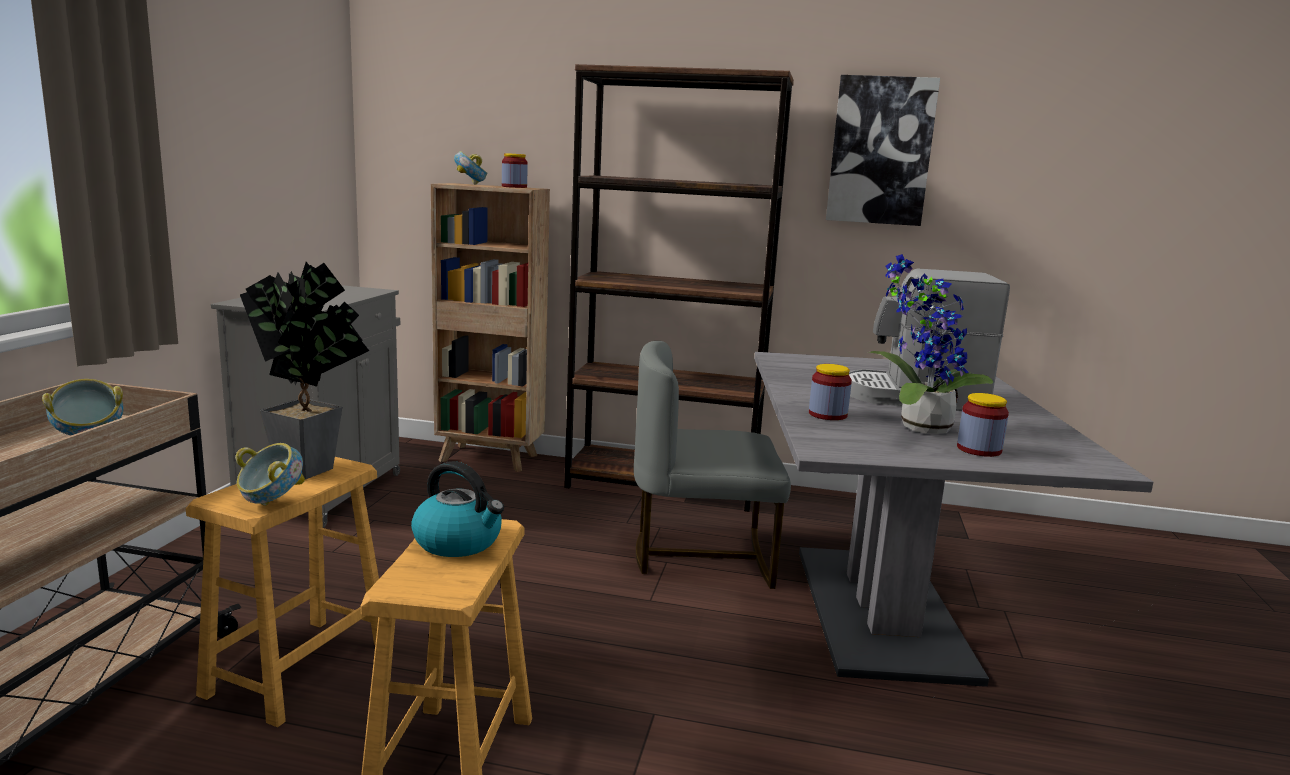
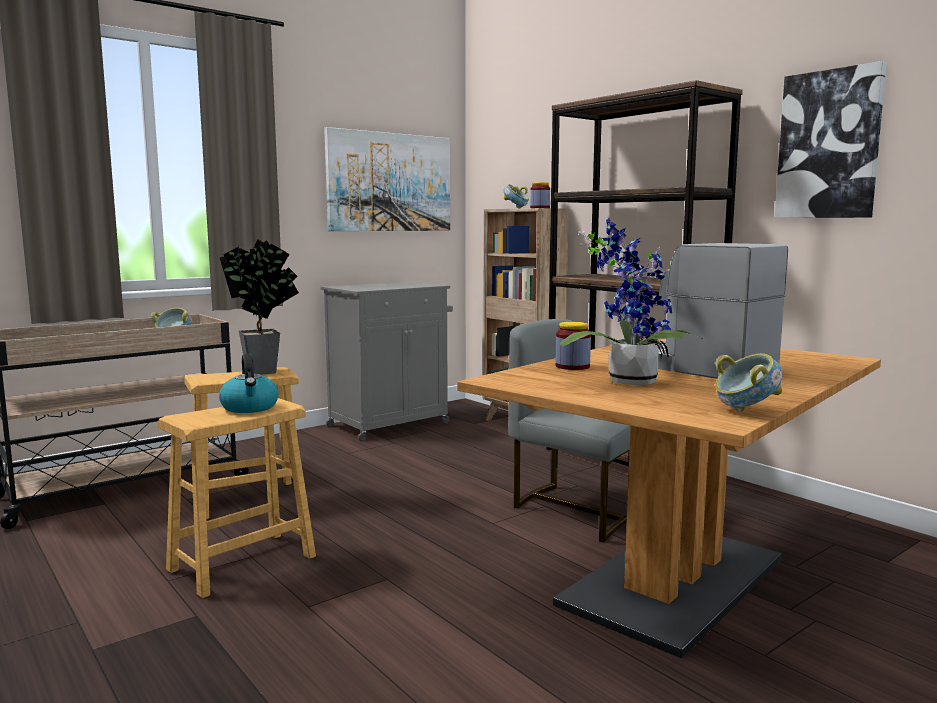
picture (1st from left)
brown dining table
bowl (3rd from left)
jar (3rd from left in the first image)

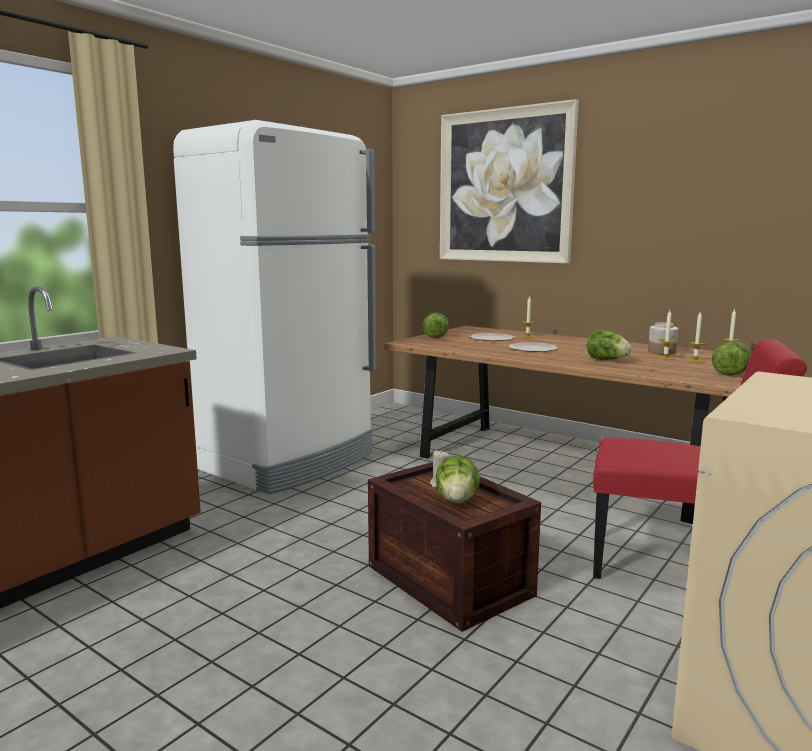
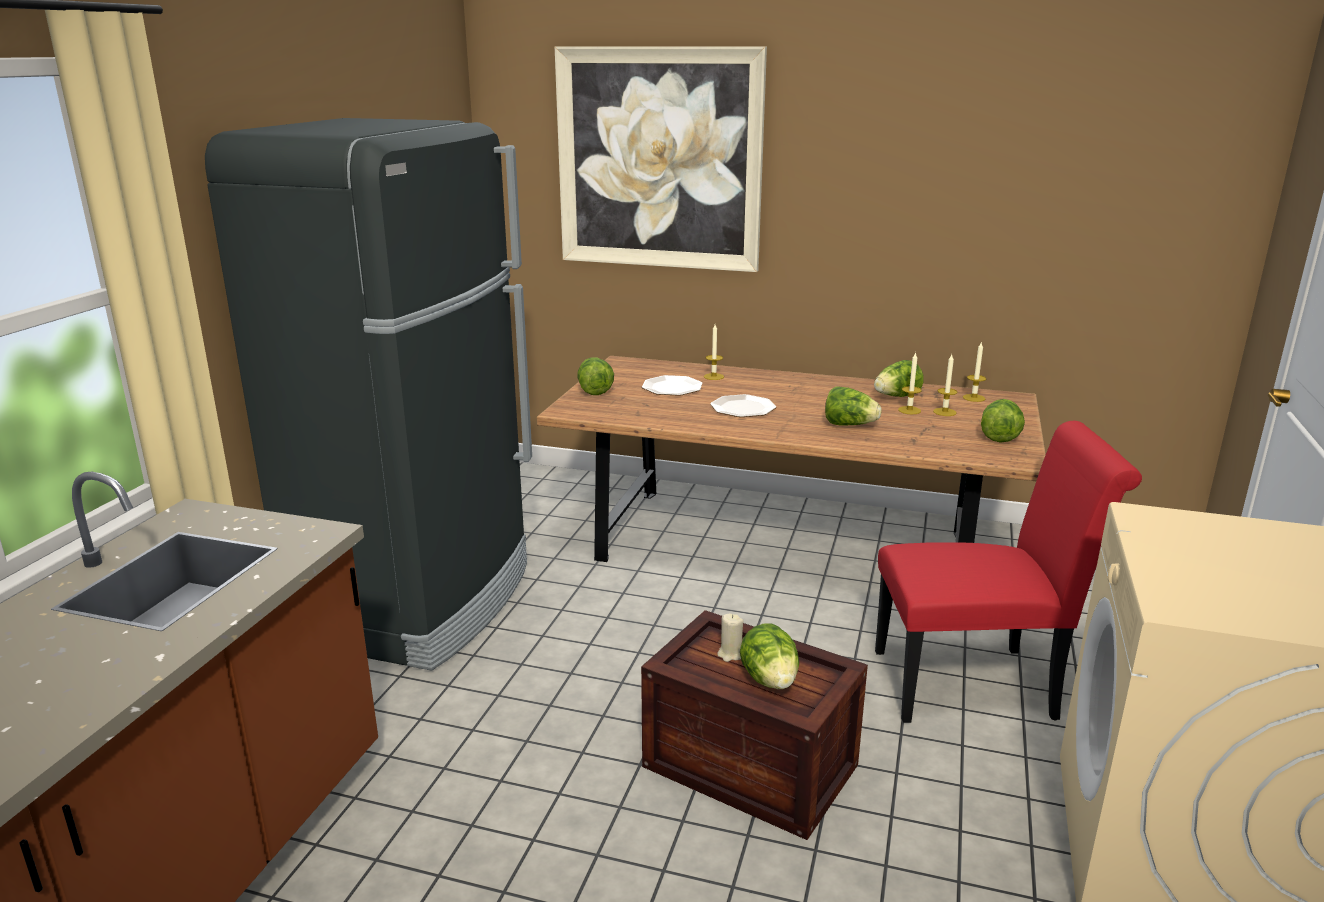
black fridge
lettuce (4th from left)

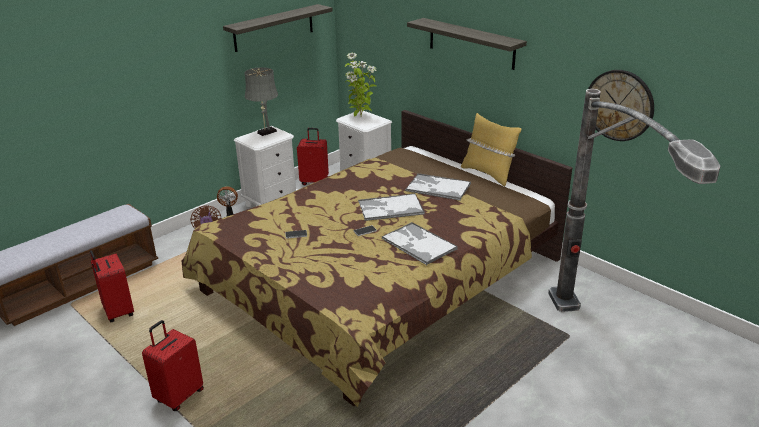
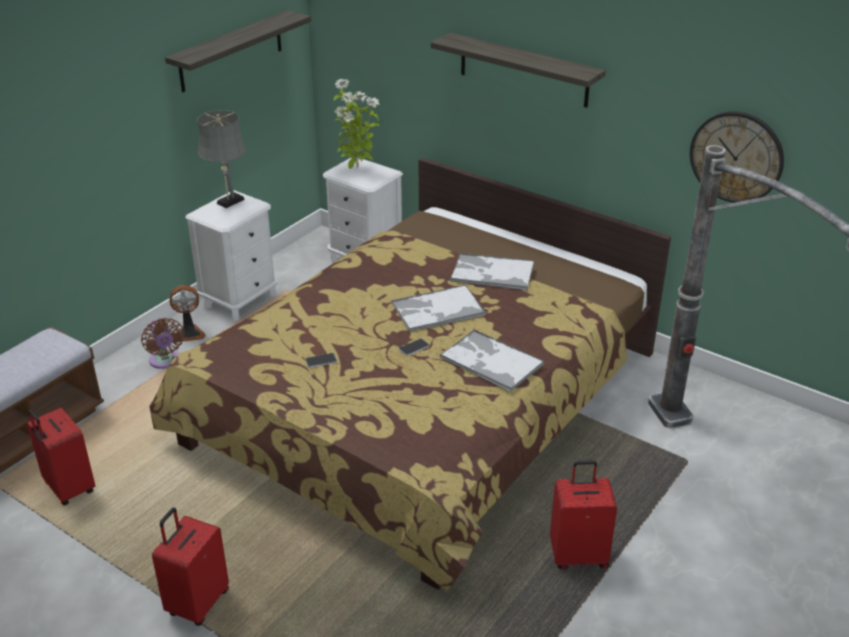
red suitcase (3rd from left)
yellow pillow

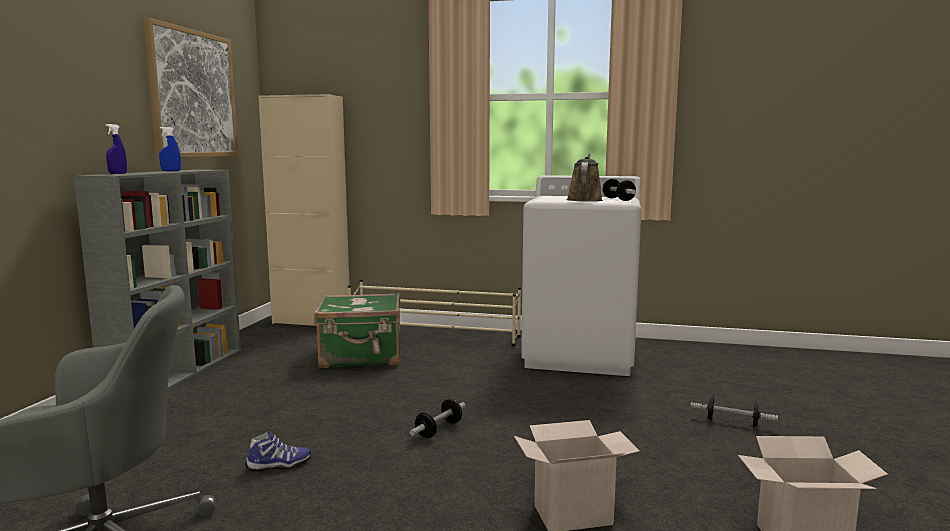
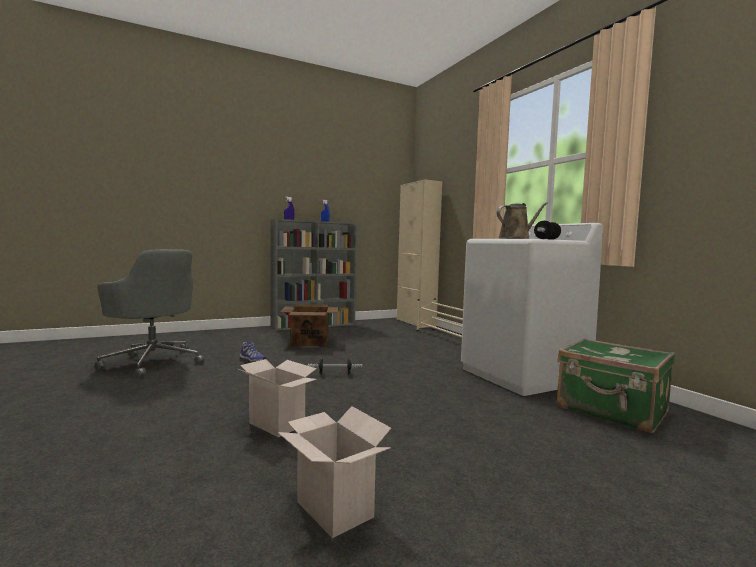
cardboard box (2nd from left)
green suitcase
picture
dumbbell (3rd from left in the first image)

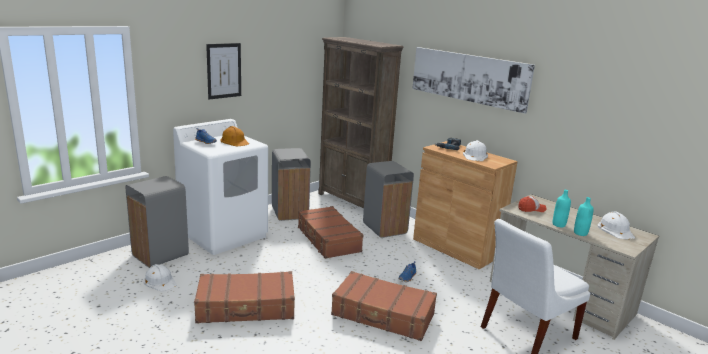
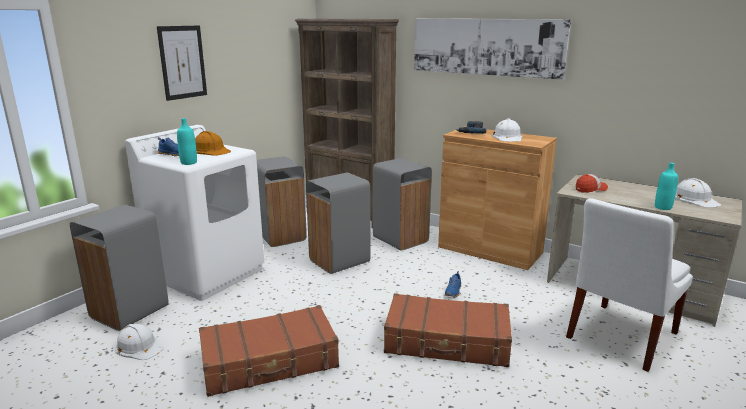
turquoise bottle (1st from left)
grey trash can (3rd from left)

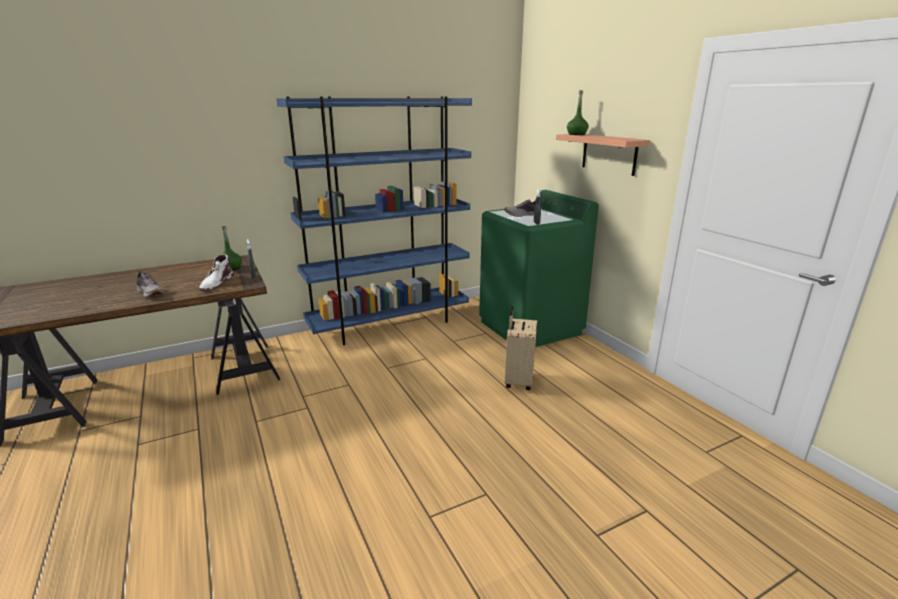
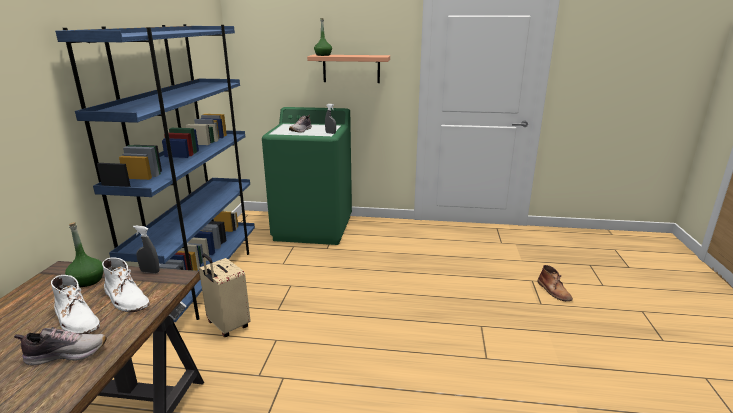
white boot (1st from left)
beige suitcase
brown boot

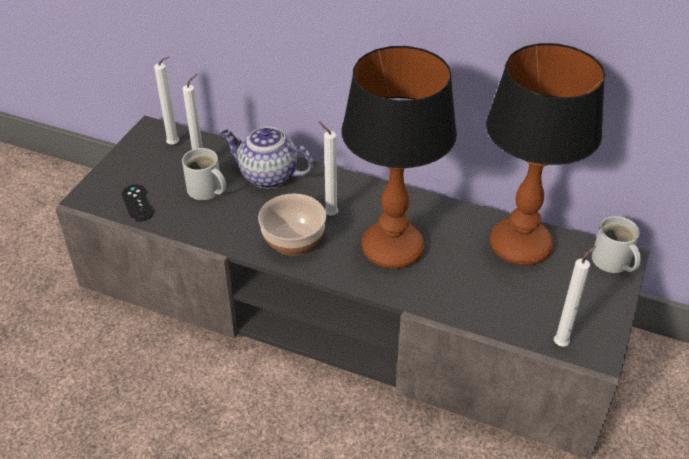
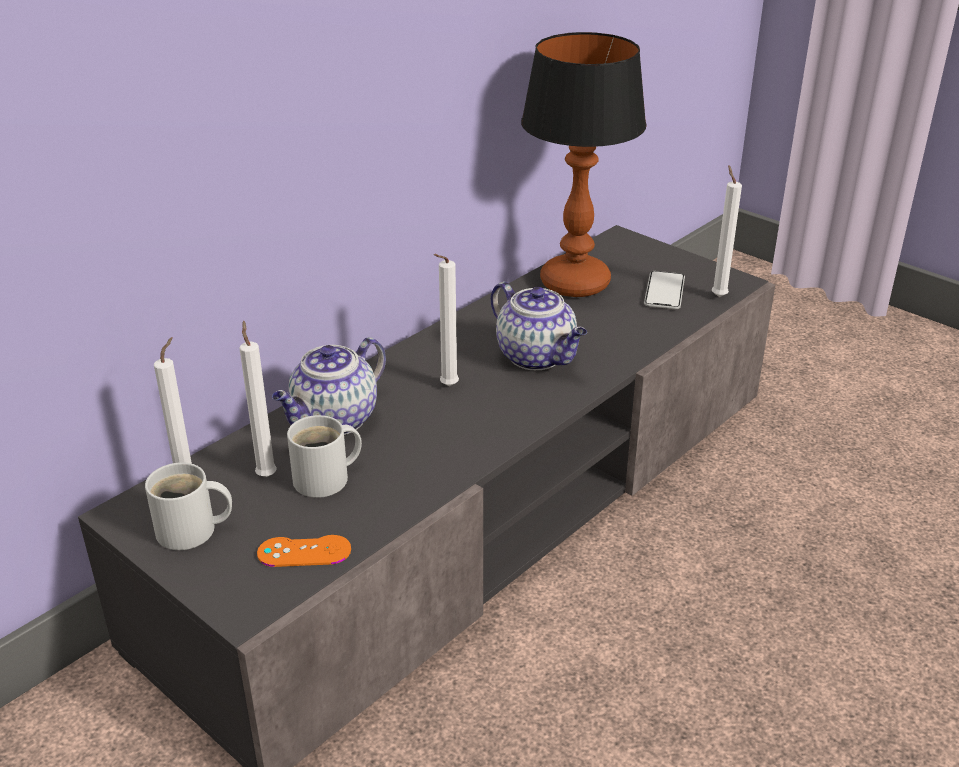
white mug (1st from left)
orange game controller
teapot (2nd from left)
phone
bowl

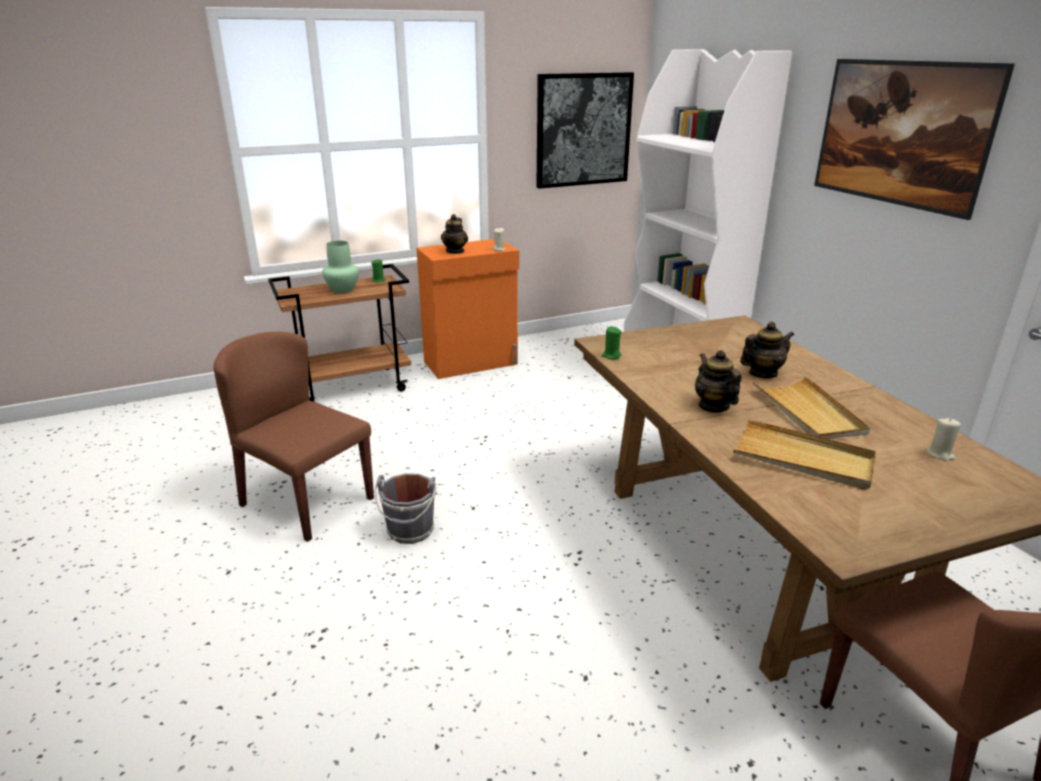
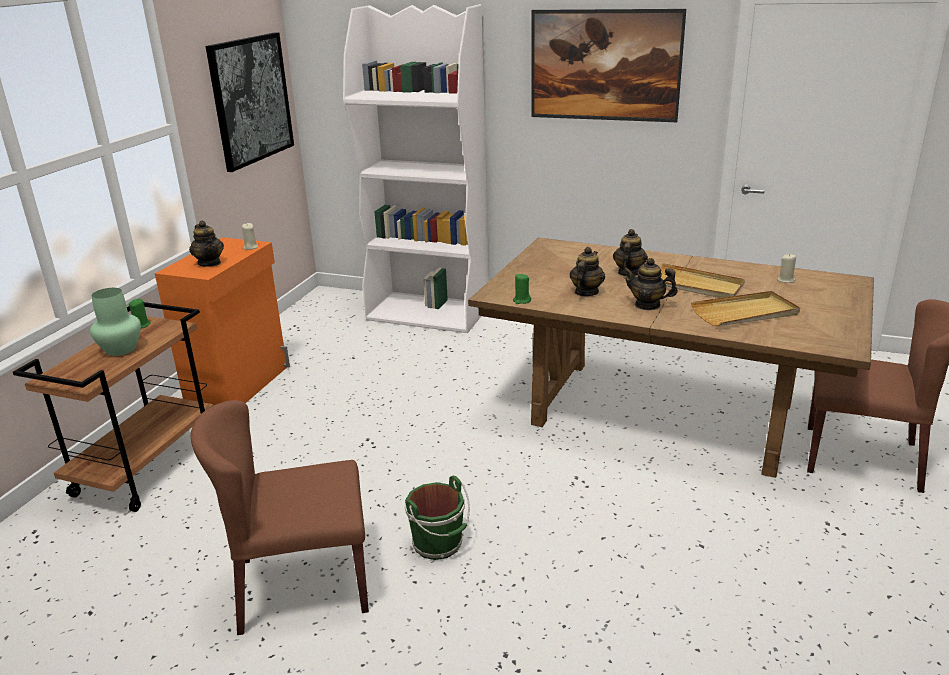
green bucket
teapot (2nd from left)

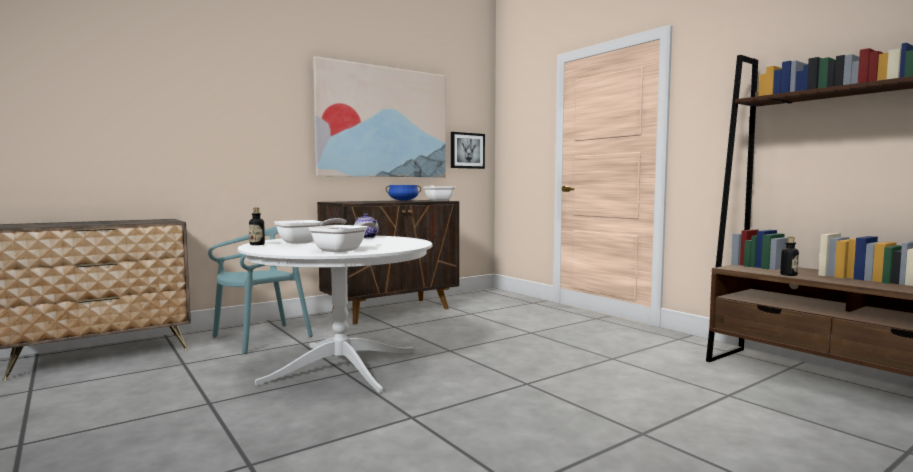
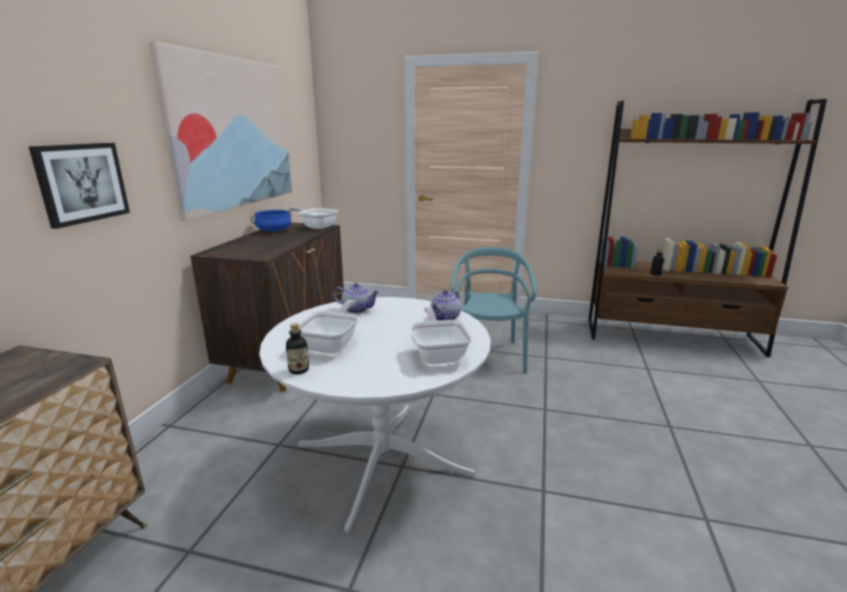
picture (1st from left)
teapot (2nd from left)
turquoise chair

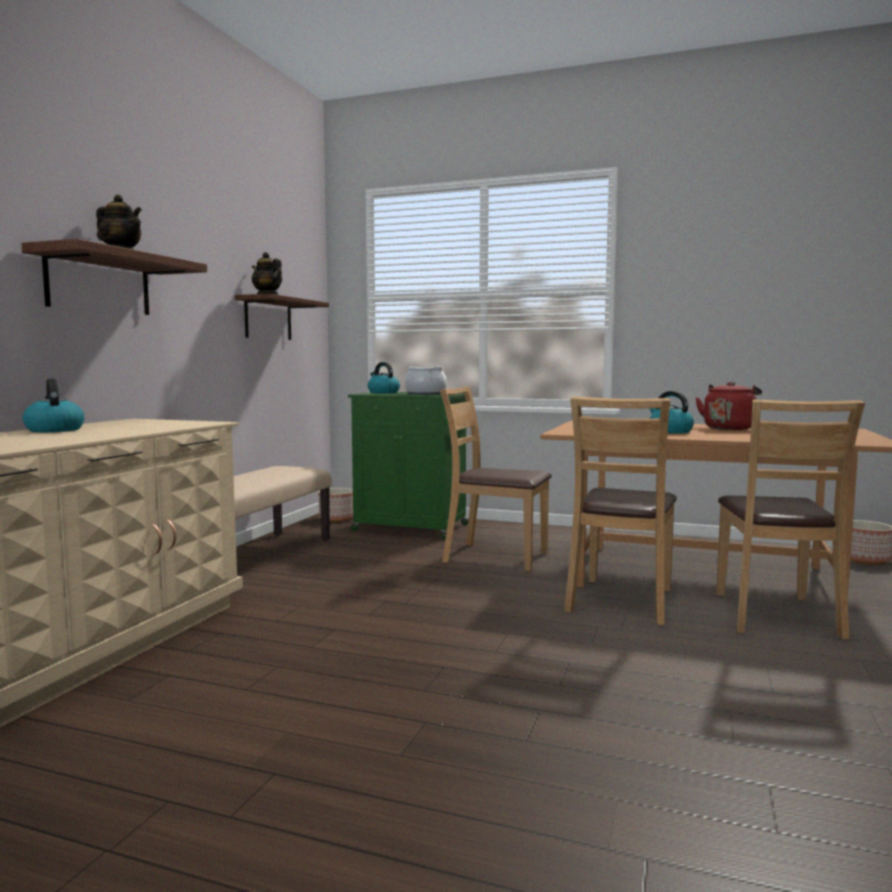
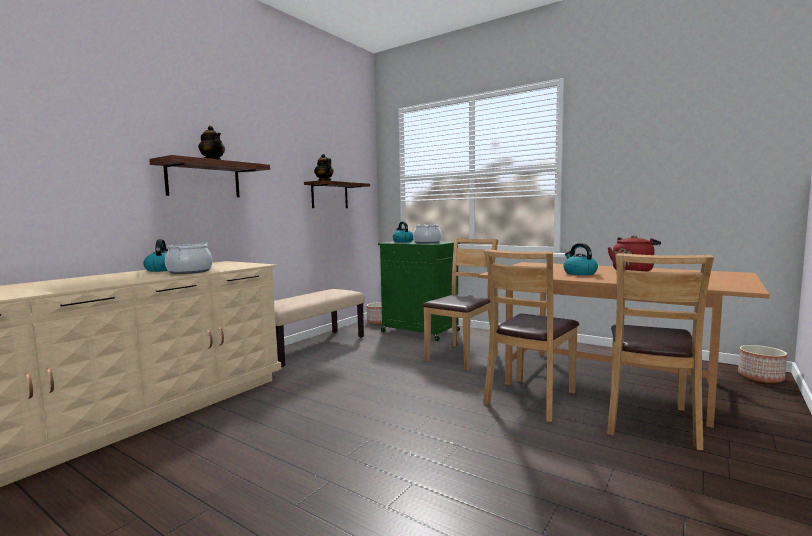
cooking pot (1st from left)
brown chair (1st from left)

